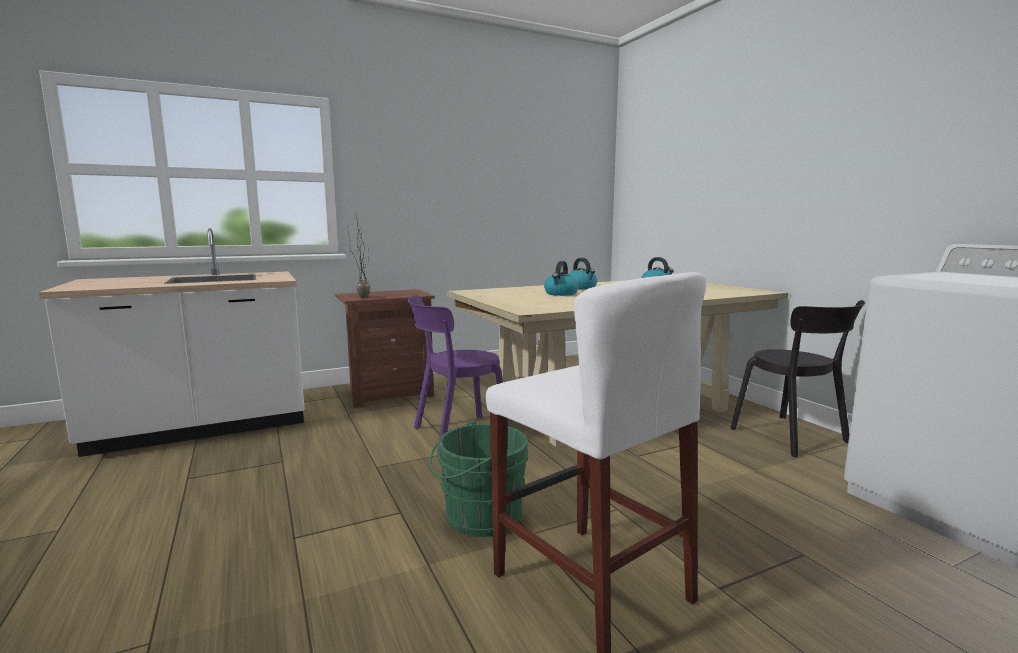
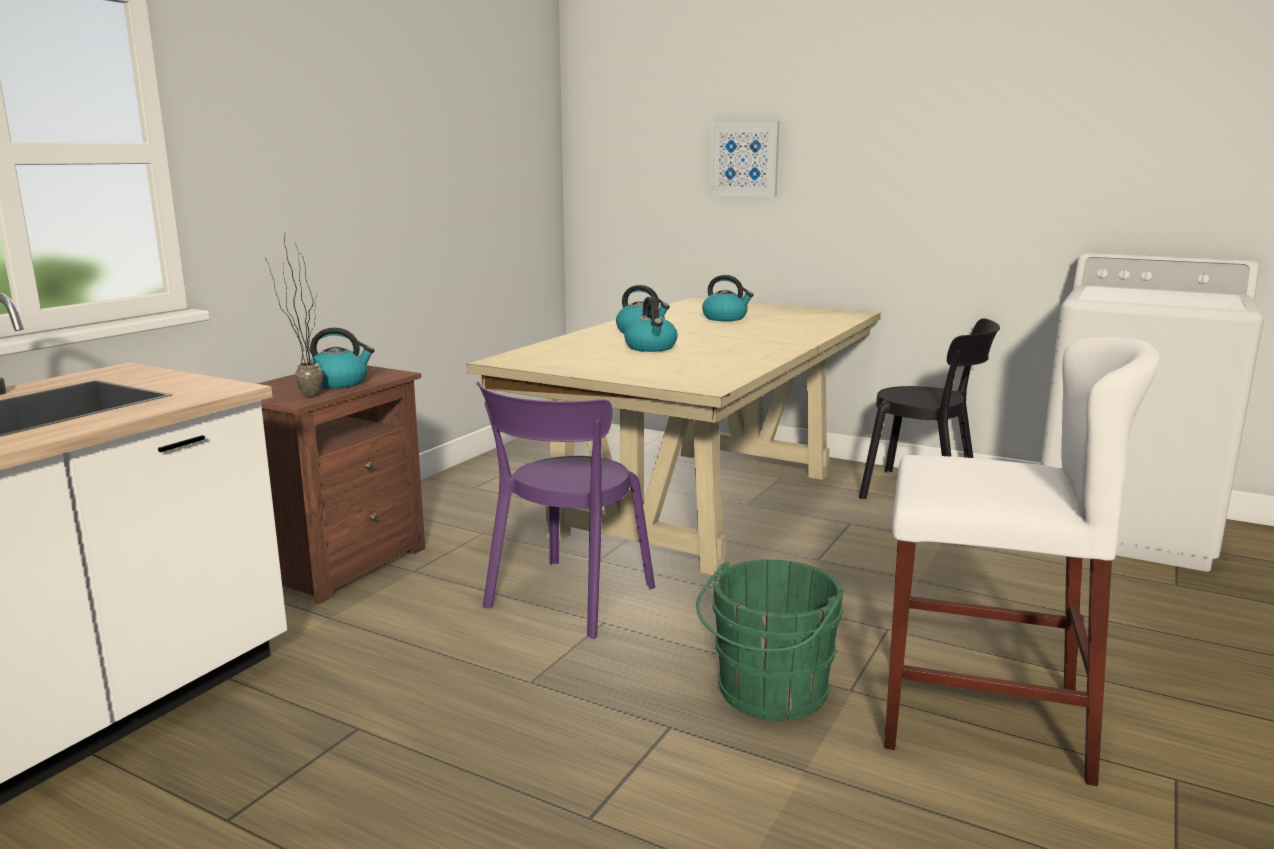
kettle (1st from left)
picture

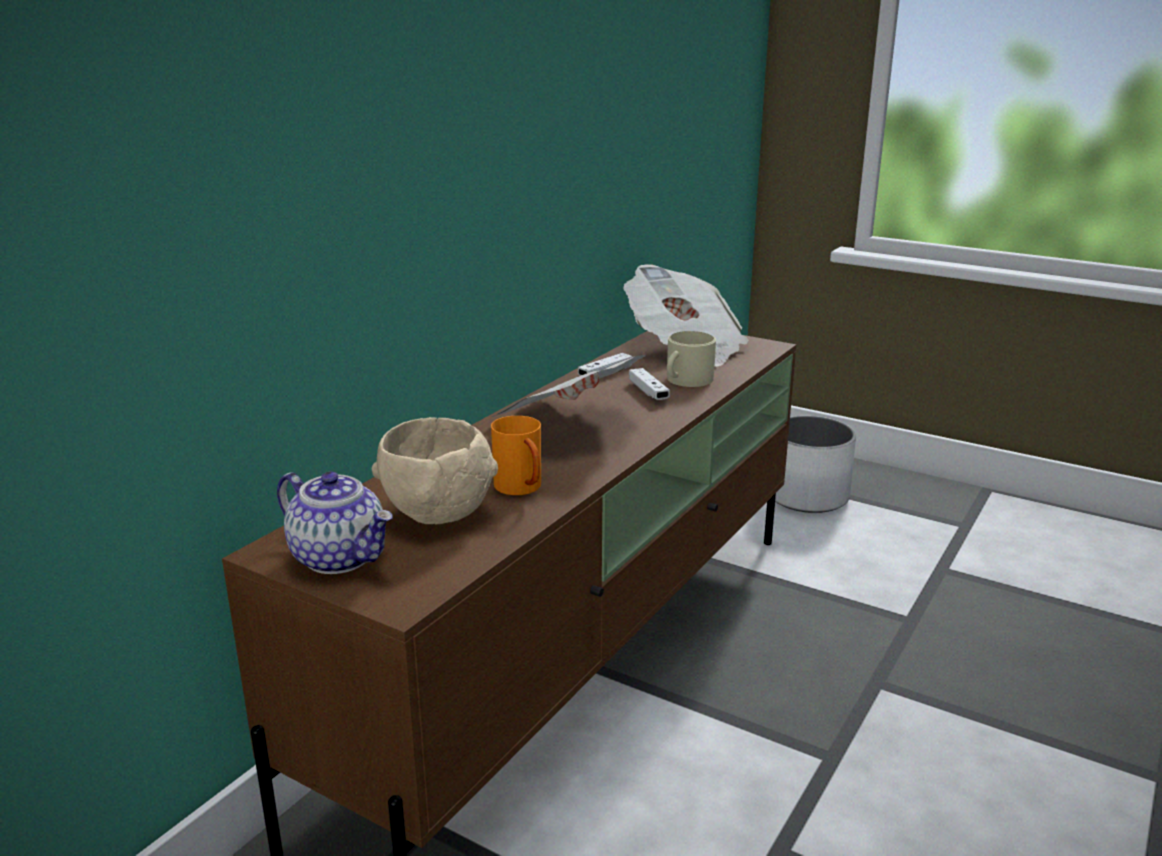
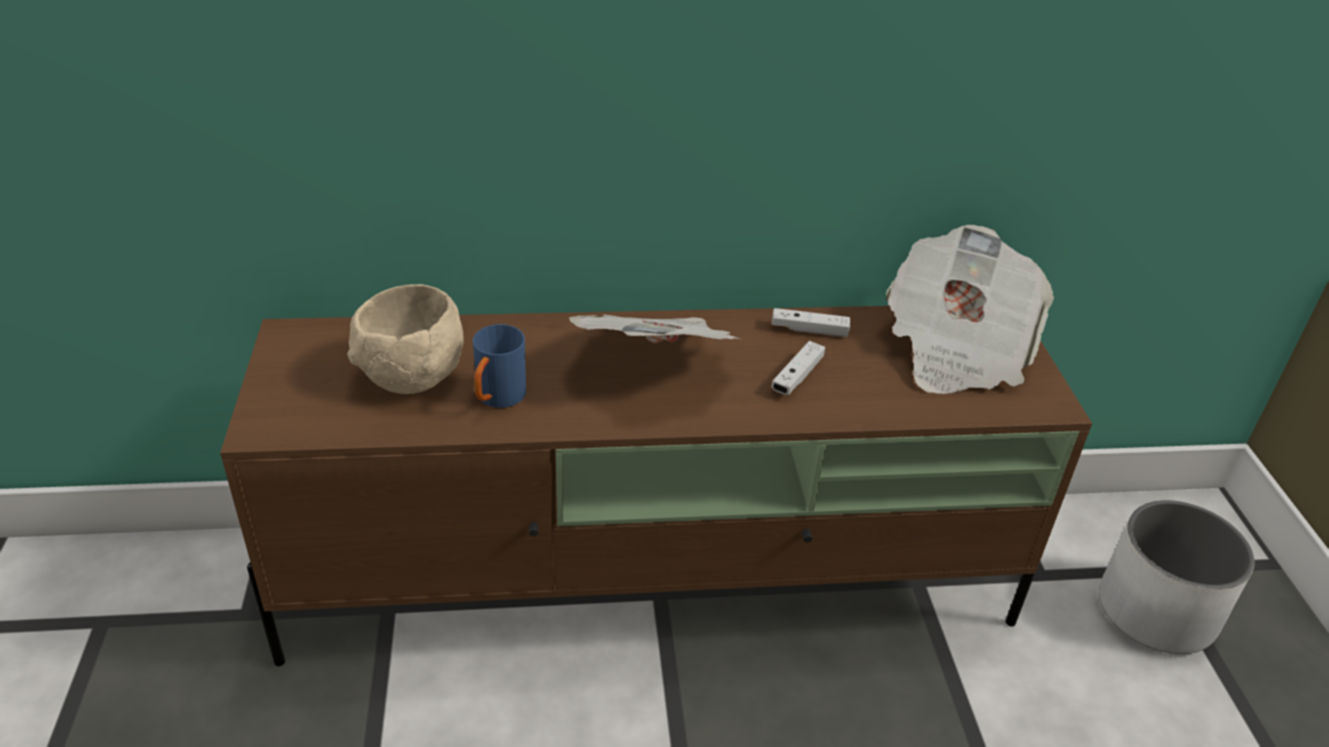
blue mug
teapot
beige mug

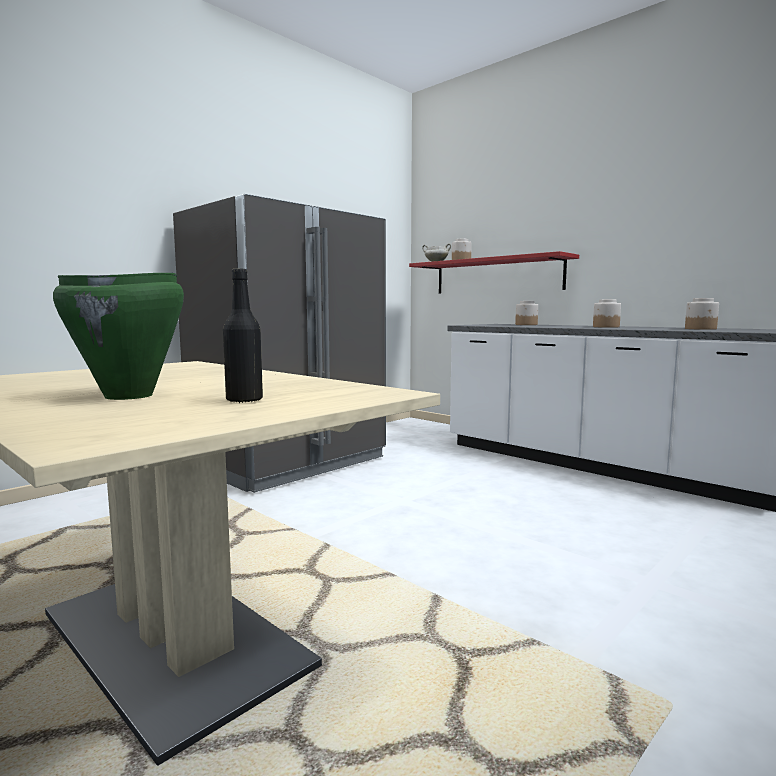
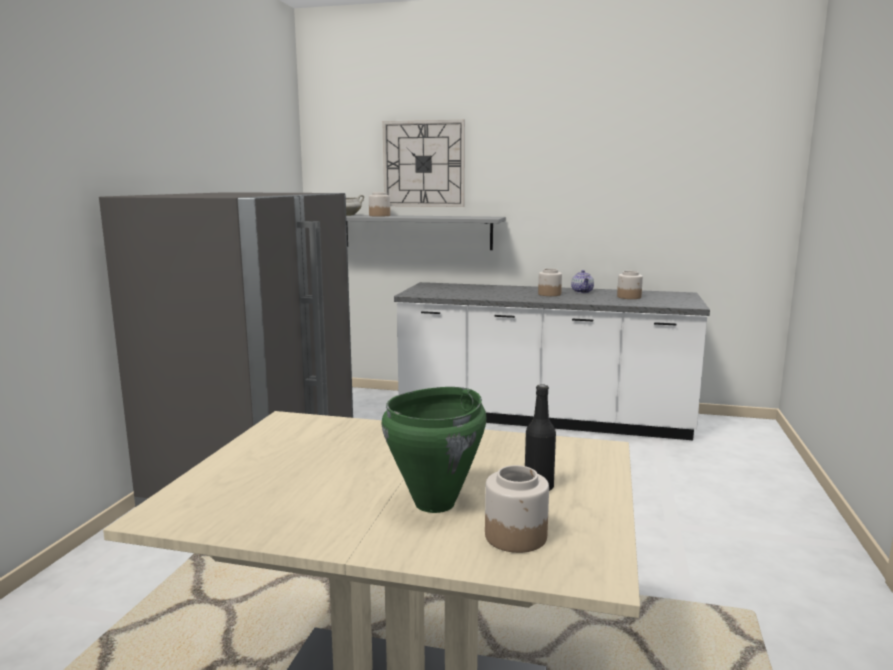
grey shelf
wall clock
jar (2nd from left)
teapot

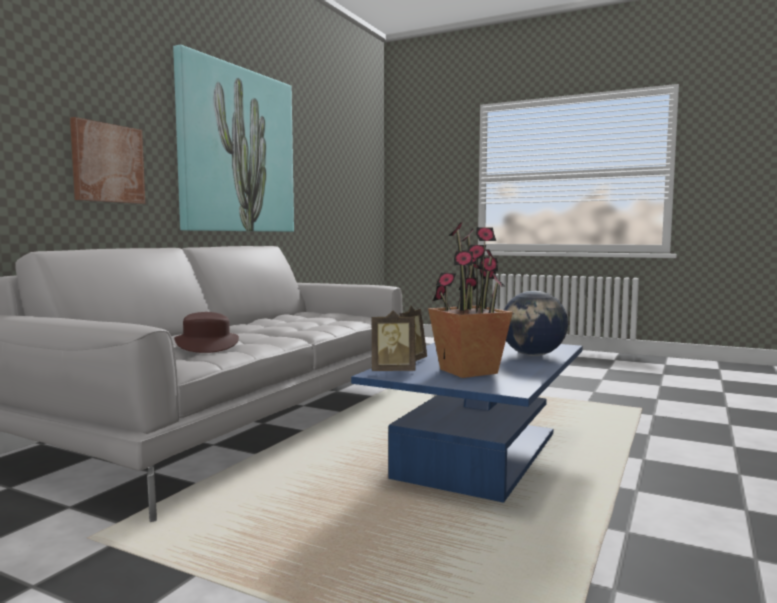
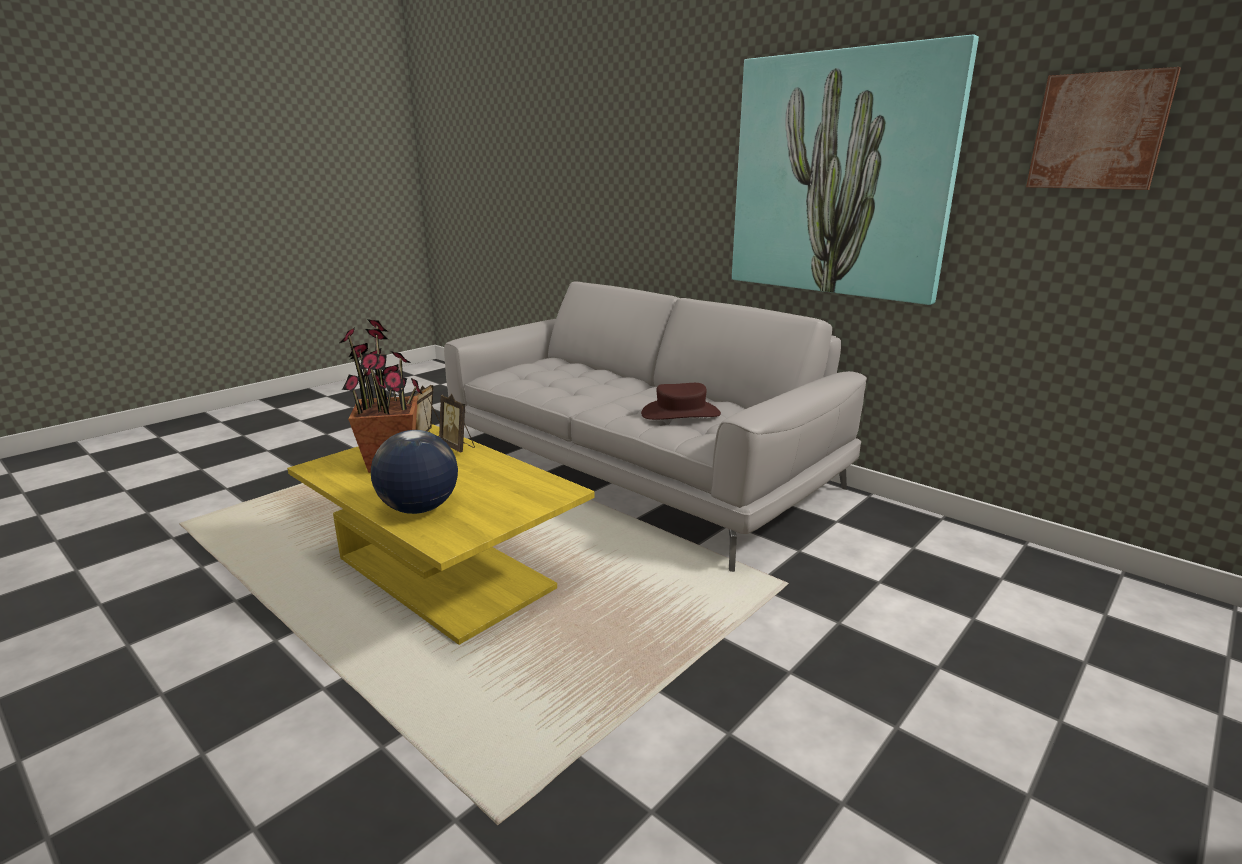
yellow coffee table
brown hat
picture (2nd from left)

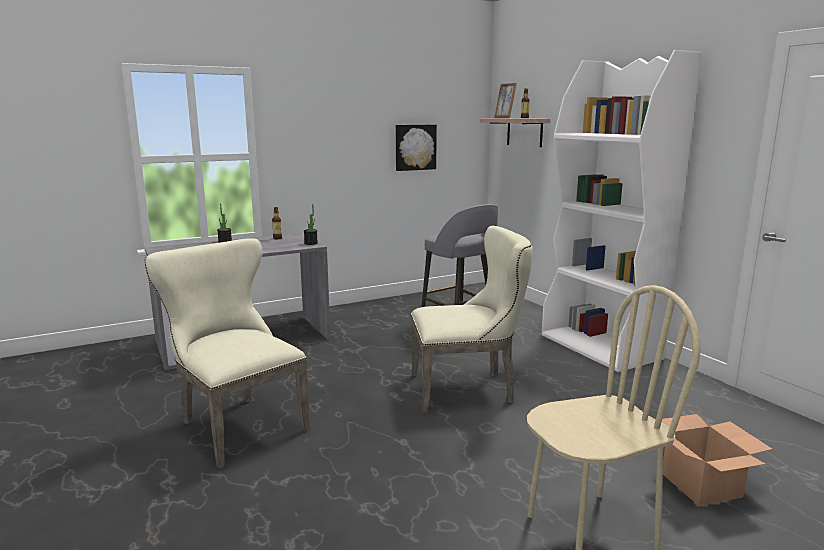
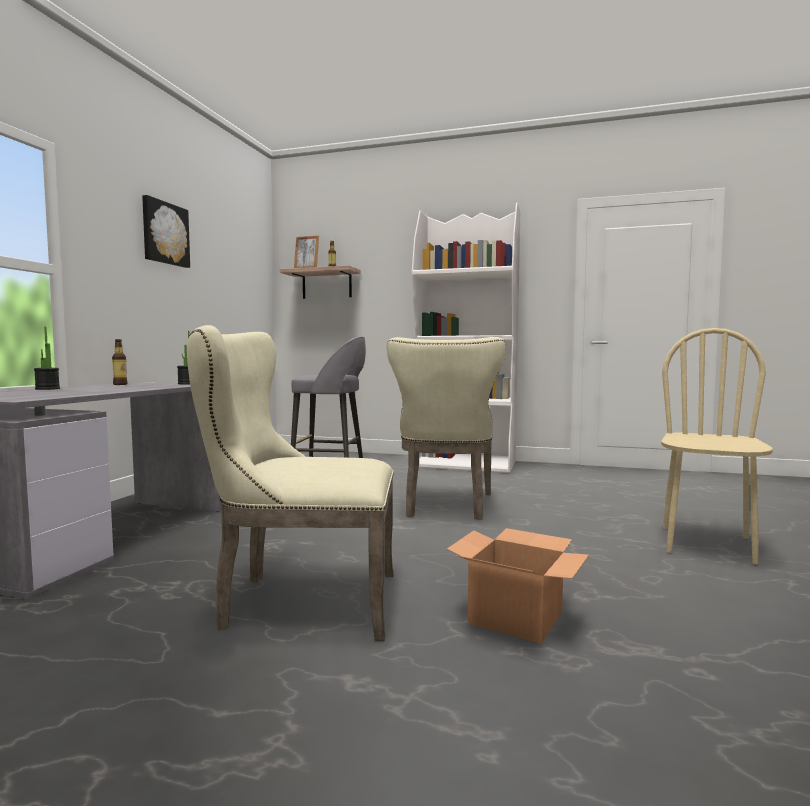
picture
beige chair (2nd from left)
cardboard box

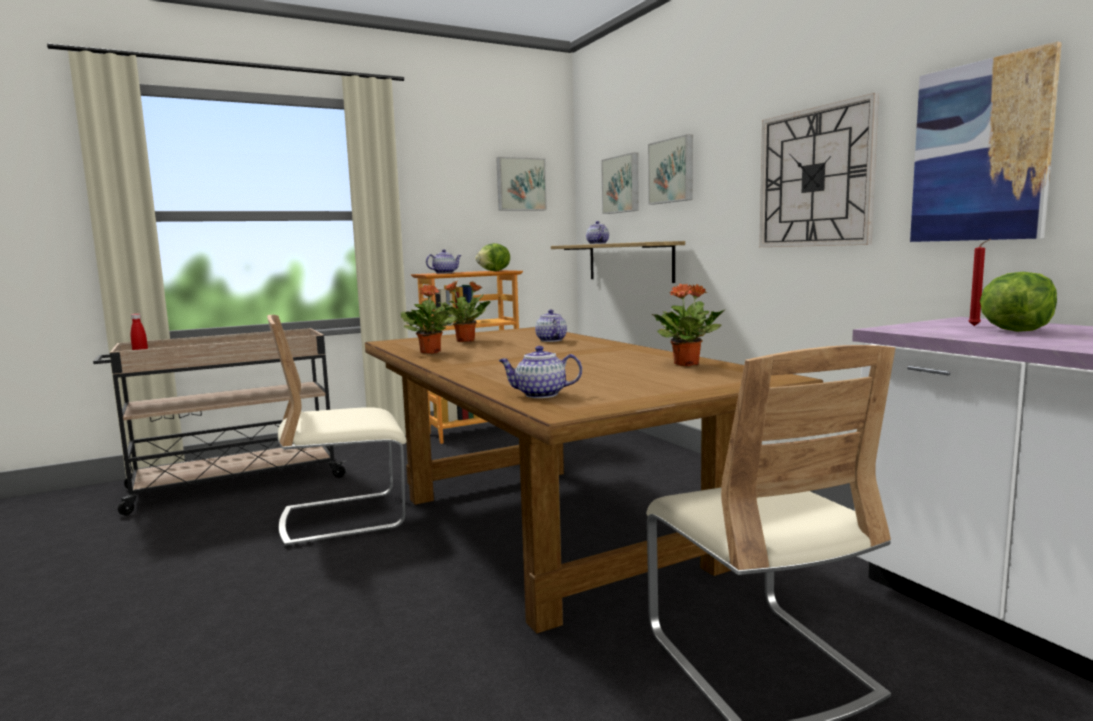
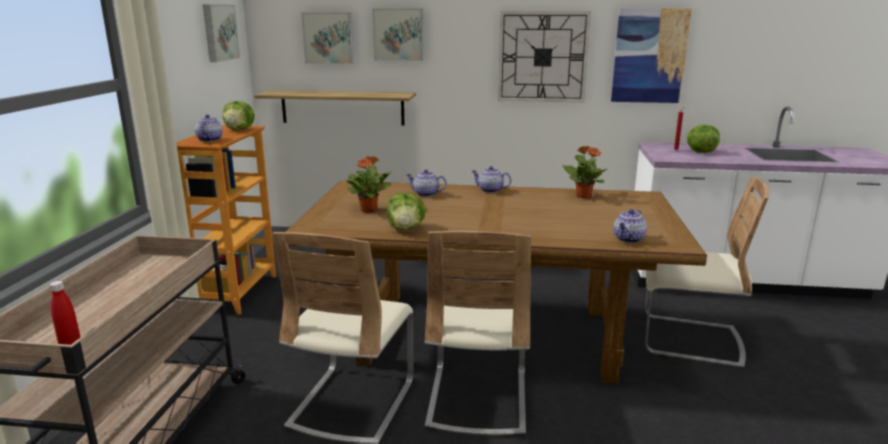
lettuce (2nd from left)
beige chair (2nd from left)
teapot (3rd from left)

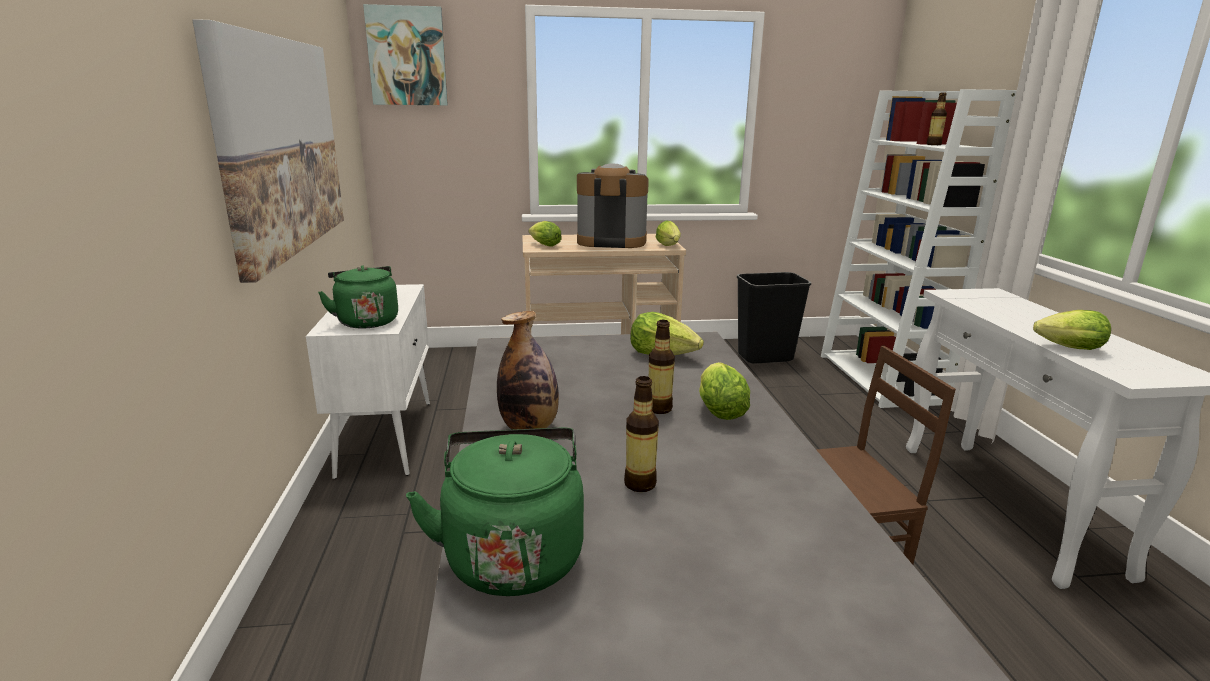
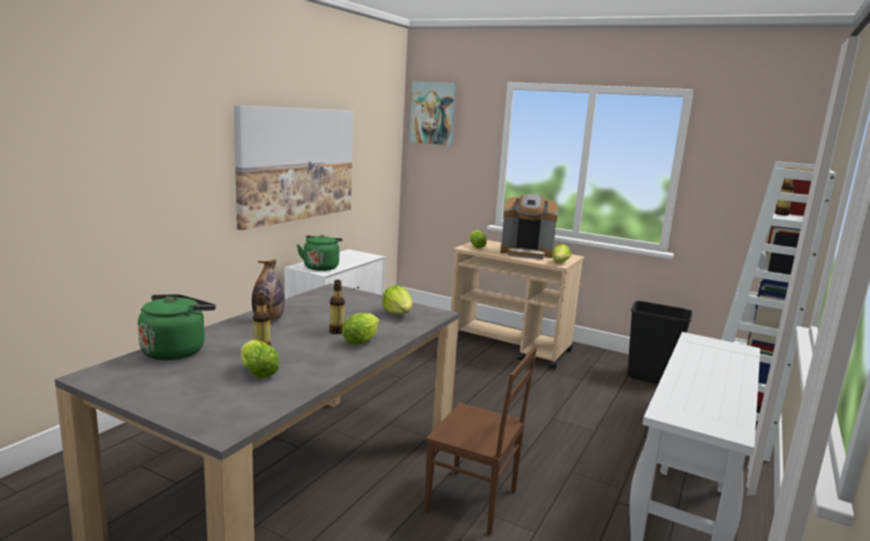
lettuce (1st from left)
coffee machine

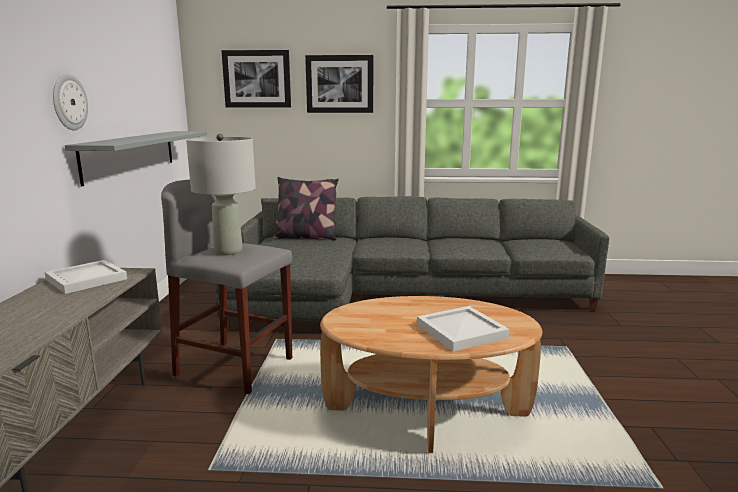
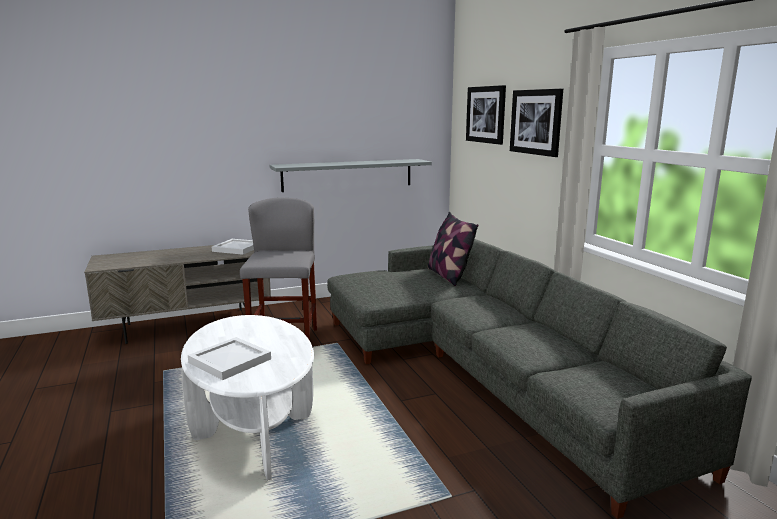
white coffee table
wall clock
grey table lamp

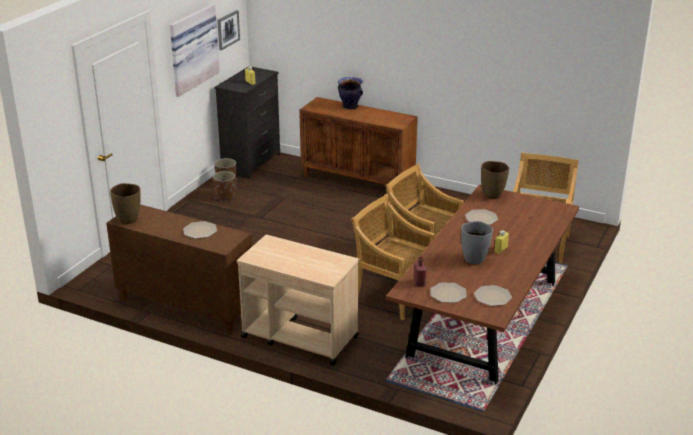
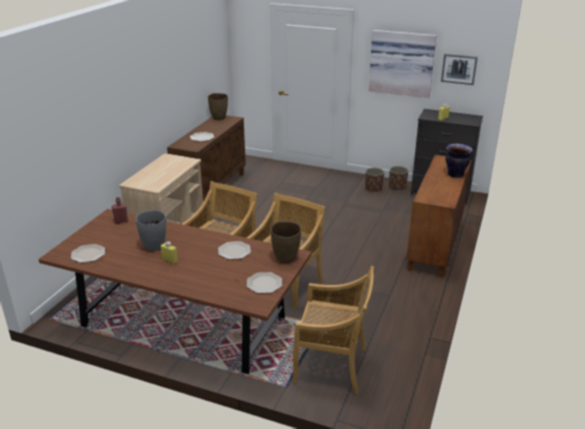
plate (4th from left)

